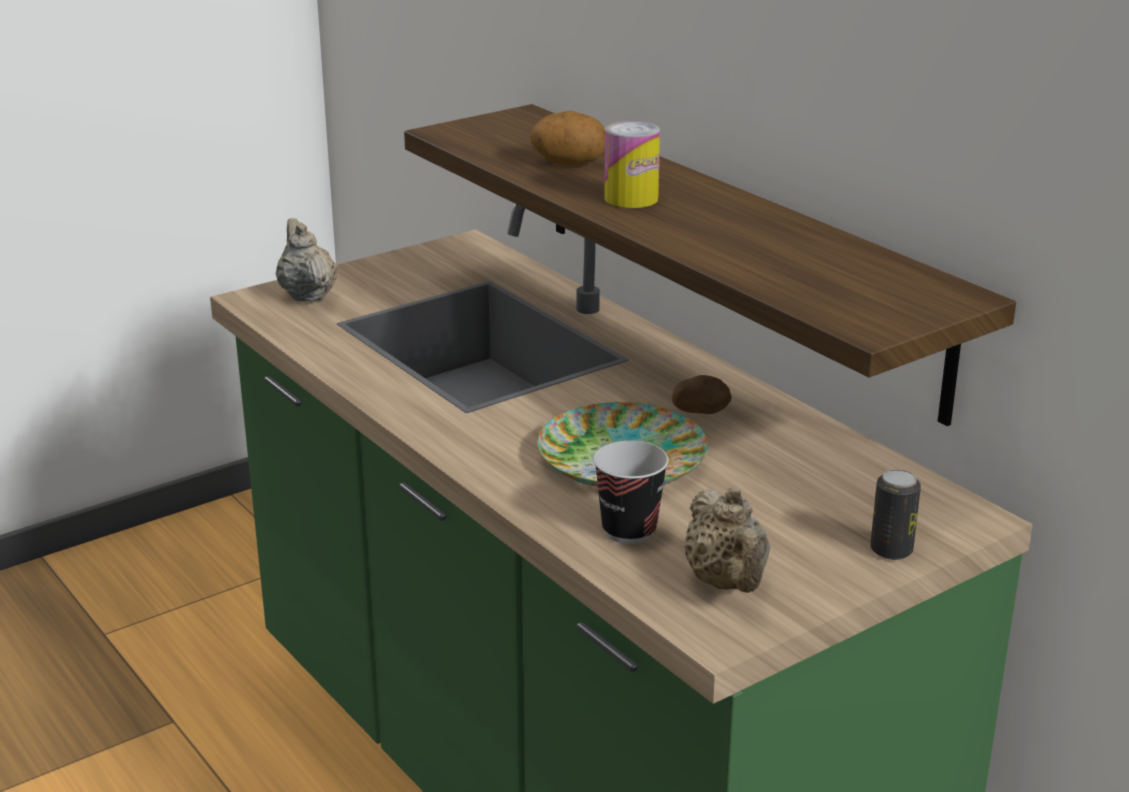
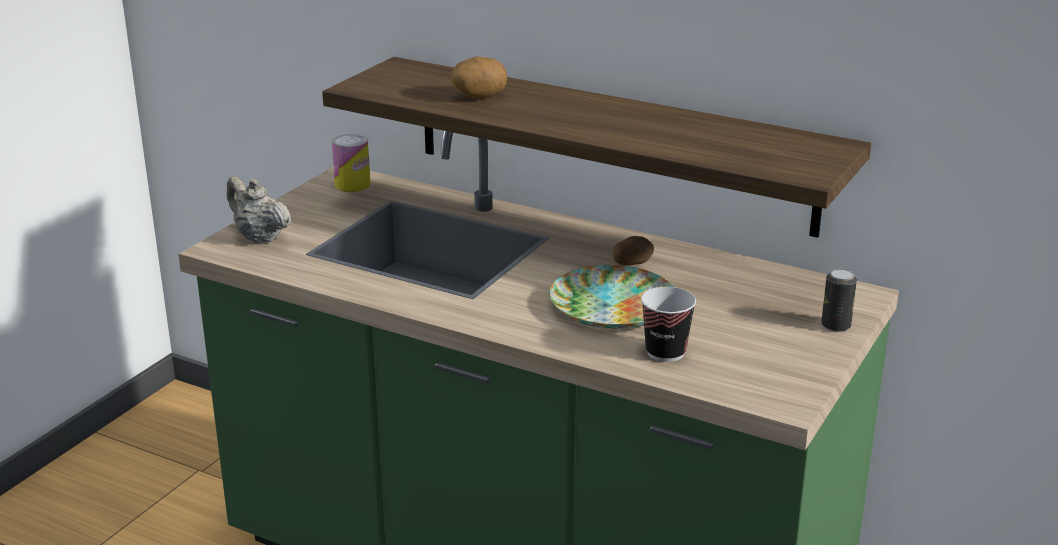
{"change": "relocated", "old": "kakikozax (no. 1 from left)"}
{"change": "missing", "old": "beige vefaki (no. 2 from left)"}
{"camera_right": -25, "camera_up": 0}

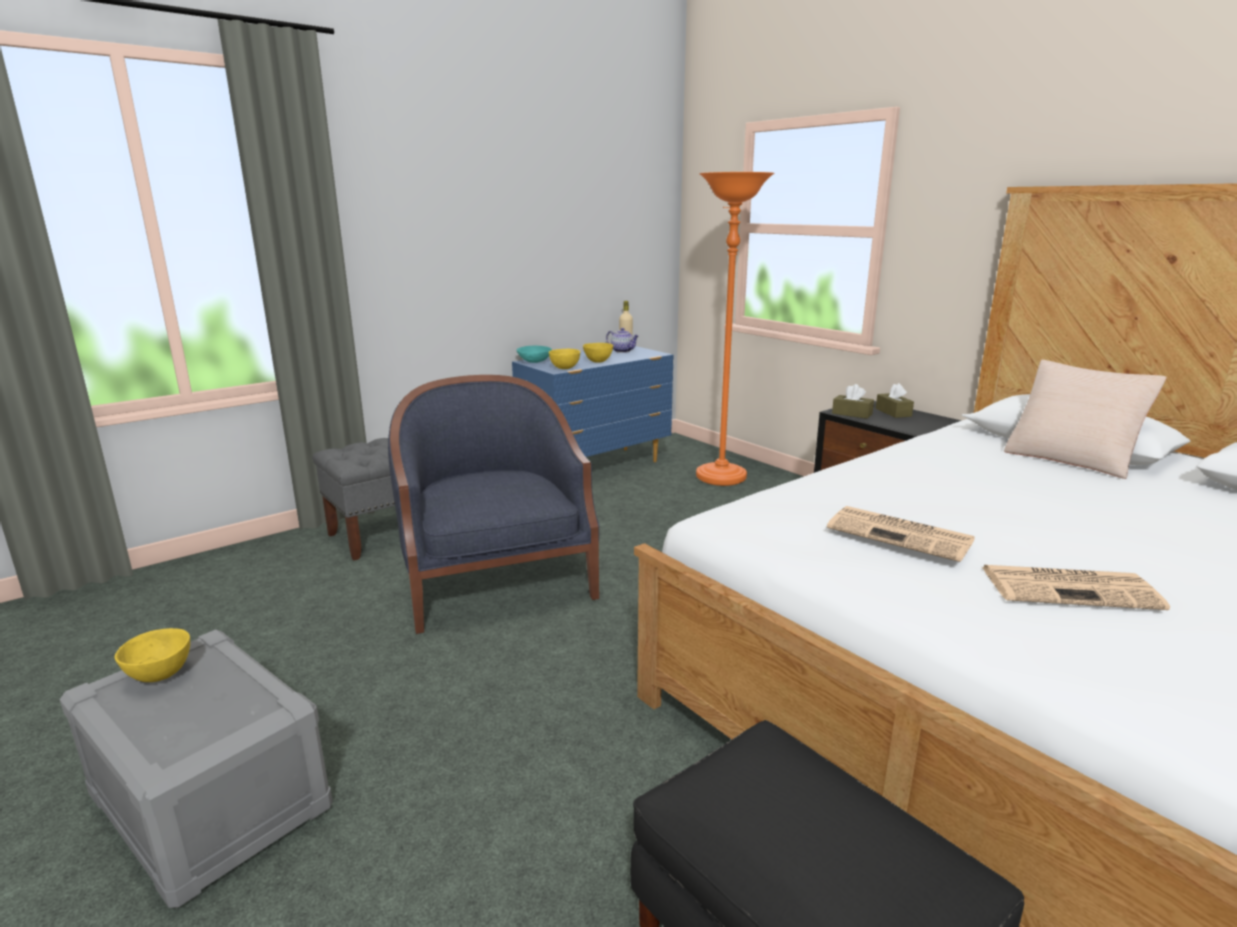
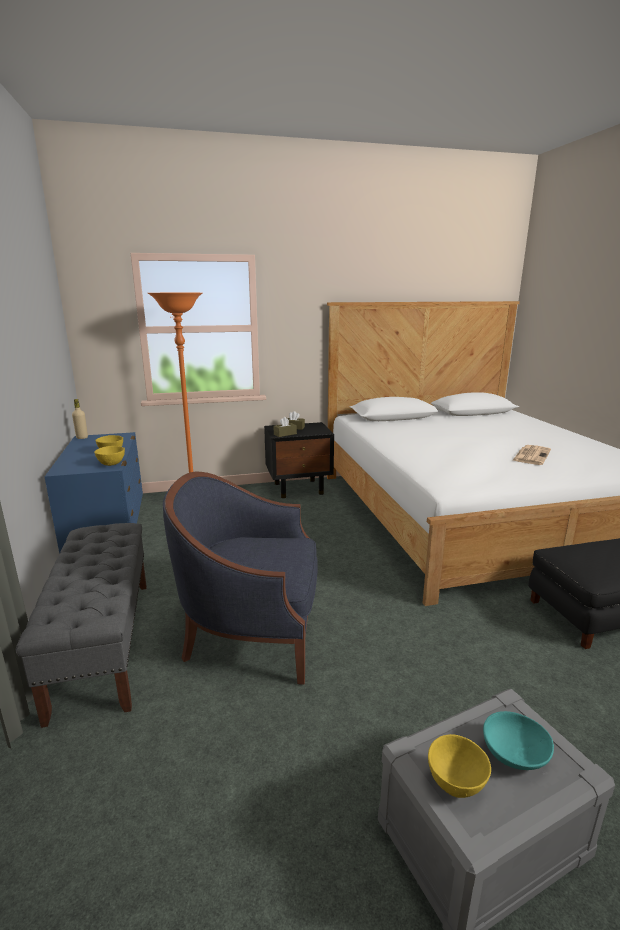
{"change": "relocated", "old": "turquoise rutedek"}
{"change": "missing", "old": "vefaki"}
{"change": "missing", "old": "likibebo (no. 1 from left)"}
{"change": "missing", "old": "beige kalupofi"}
{"camera_right": -65, "camera_up": 0}

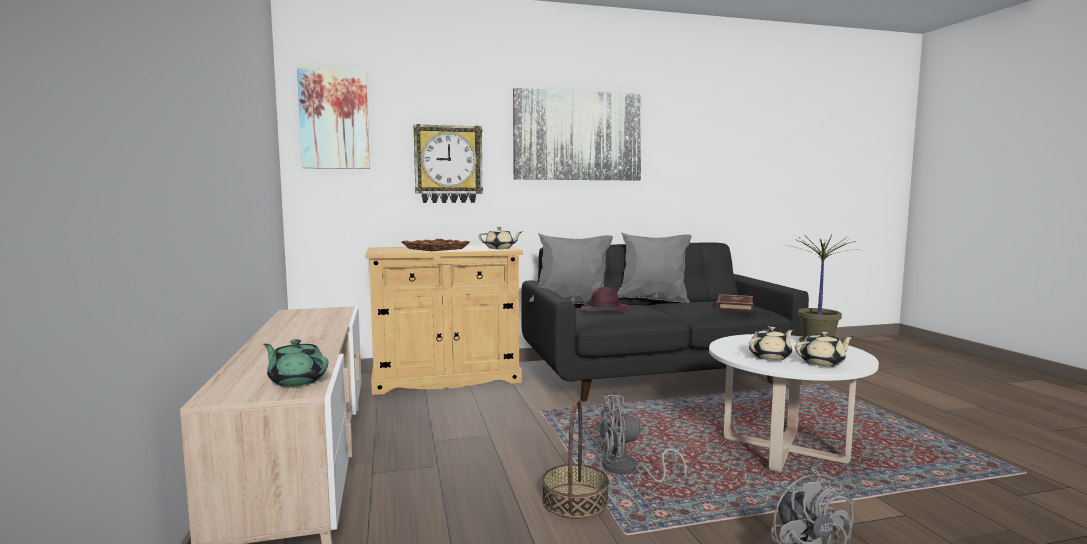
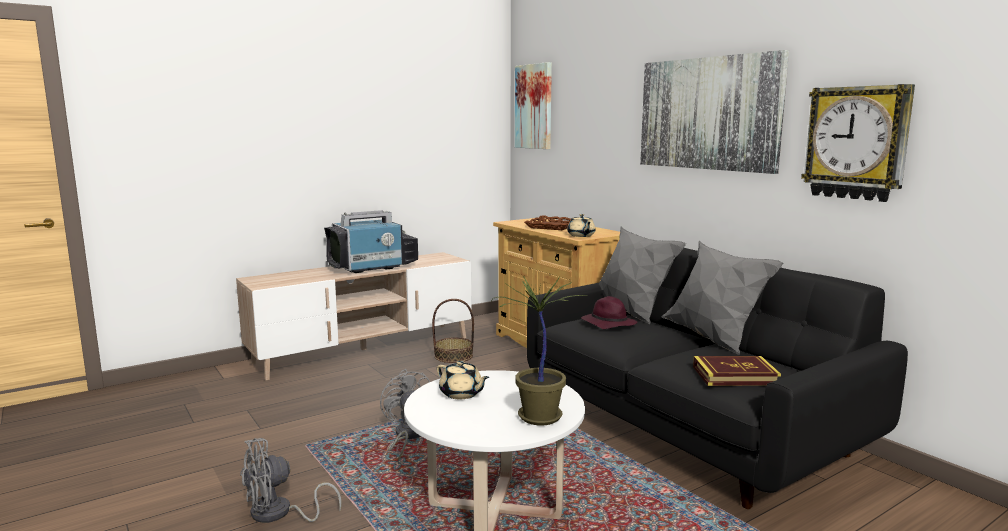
{"change": "appeared", "new": "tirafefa"}
{"change": "relocated", "old": "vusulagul"}
{"change": "relocated", "old": "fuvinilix"}
{"change": "missing", "old": "green vefaki"}
{"change": "missing", "old": "beige vefaki (no. 3 from left)"}
{"camera_right": 70, "camera_up": 5}

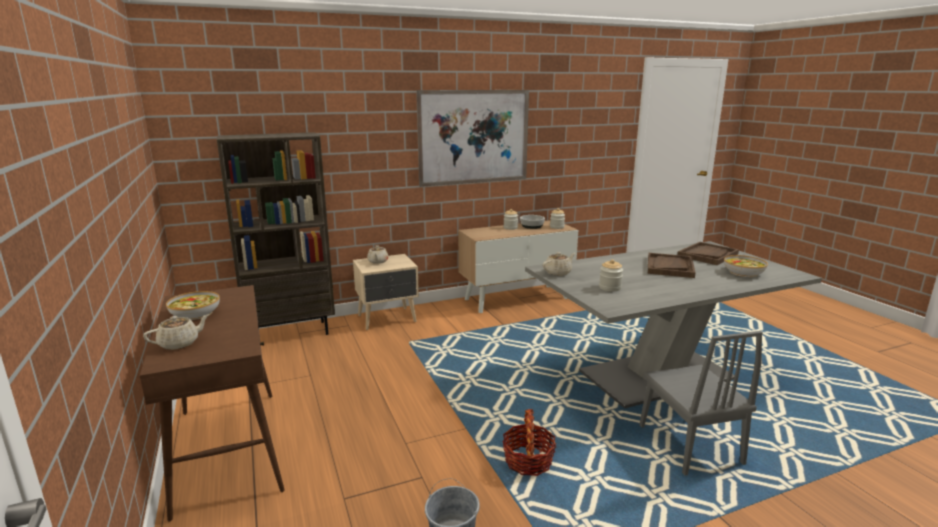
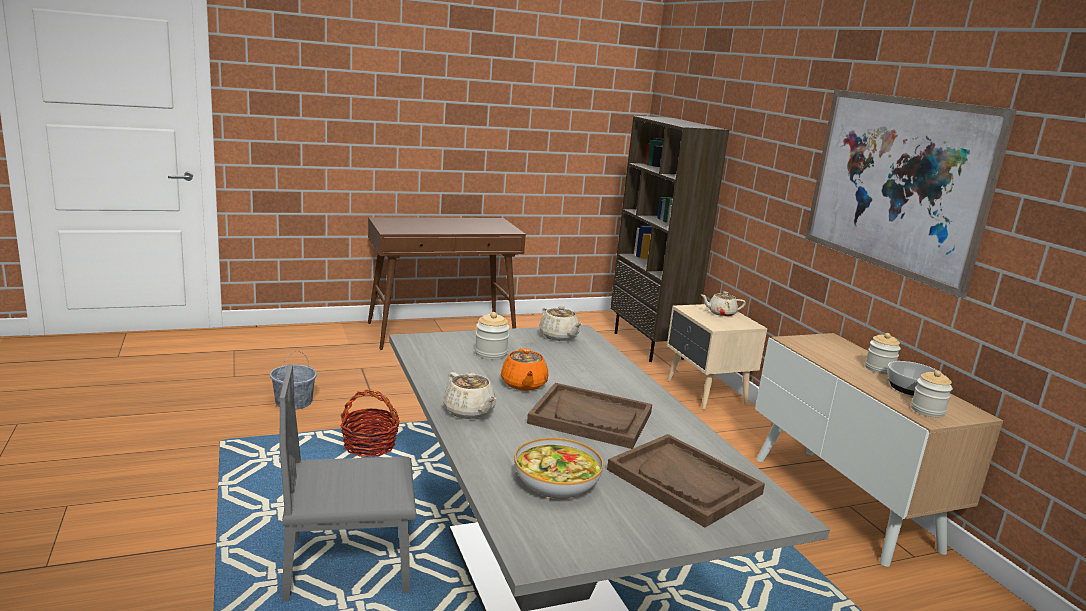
{"change": "relocated", "old": "beige vefaki (no. 1 from left)"}
{"change": "appeared", "new": "orange vefaki"}
{"change": "missing", "old": "rutedek (no. 1 from left)"}
{"camera_right": 90, "camera_up": 0}

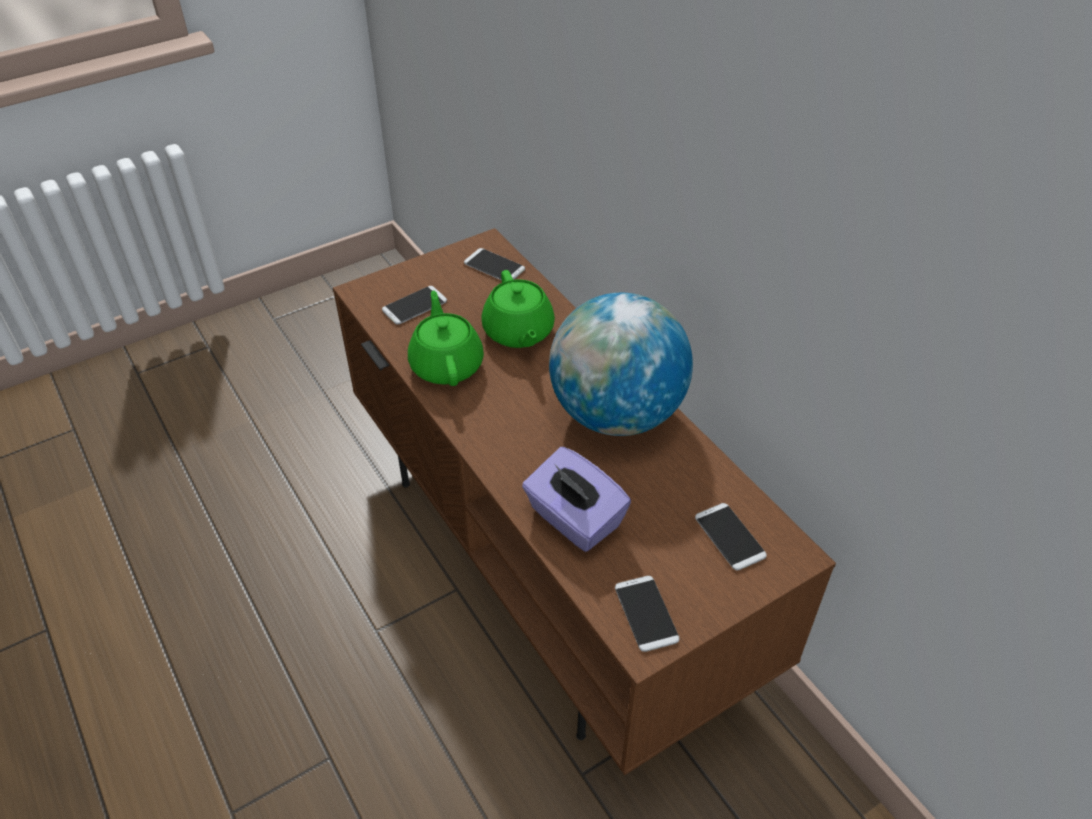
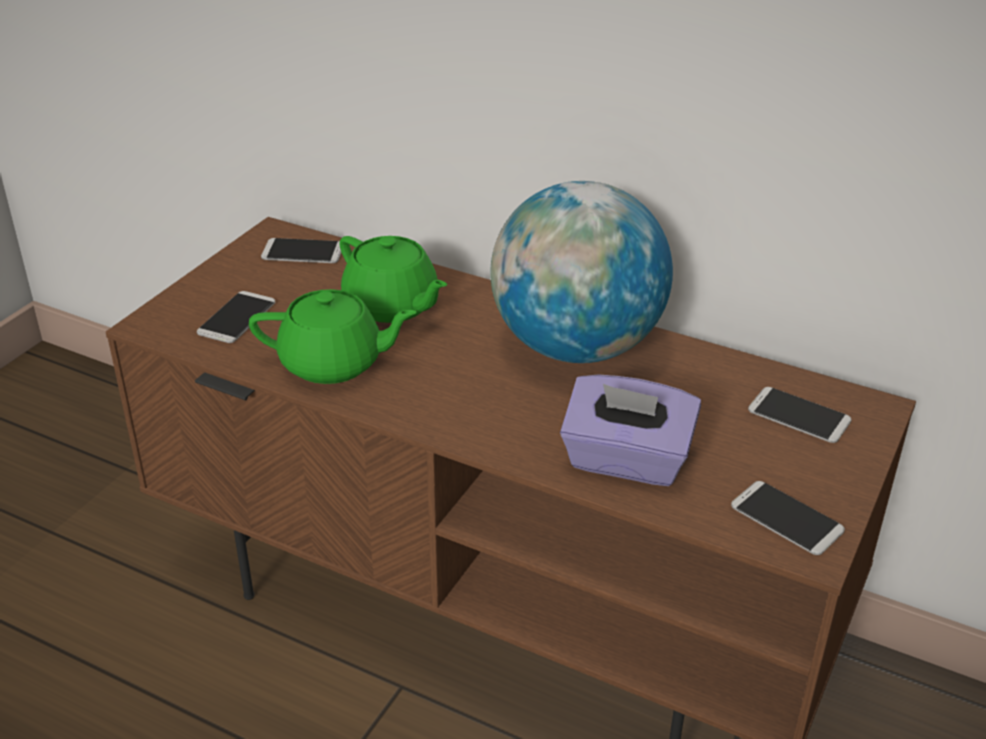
{"change": "spun", "old": "green vefaki (no. 1 from left)", "degrees": 135}
{"camera_right": -30, "camera_up": -10}

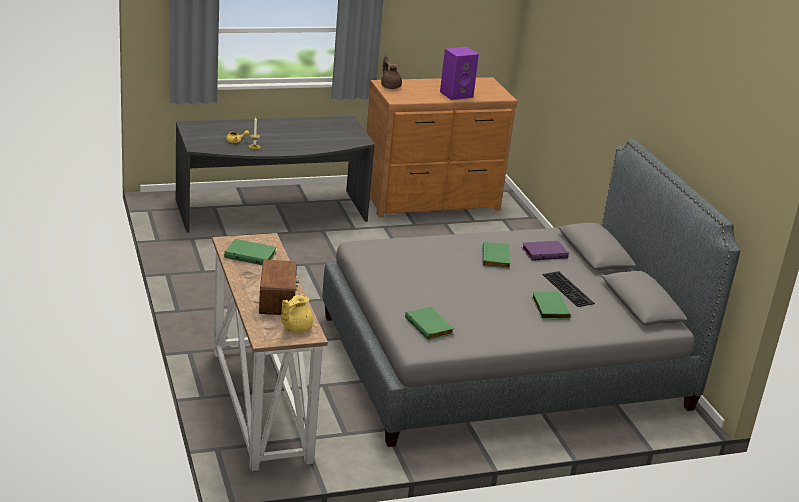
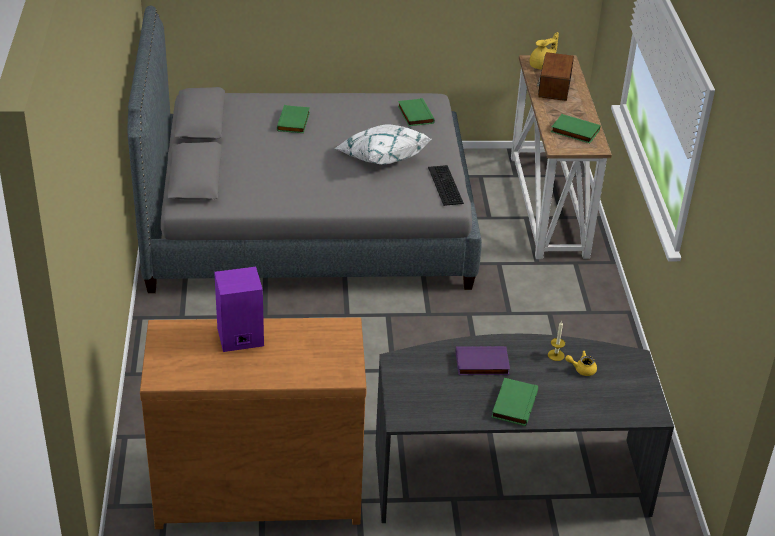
{"change": "appeared", "new": "white kalupofi"}
{"change": "relocated", "old": "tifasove"}
{"change": "relocated", "old": "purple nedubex"}
{"change": "relocated", "old": "green nedubex (no. 3 from left)"}
{"change": "missing", "old": "brown vefaki"}
{"camera_right": -165, "camera_up": 10}

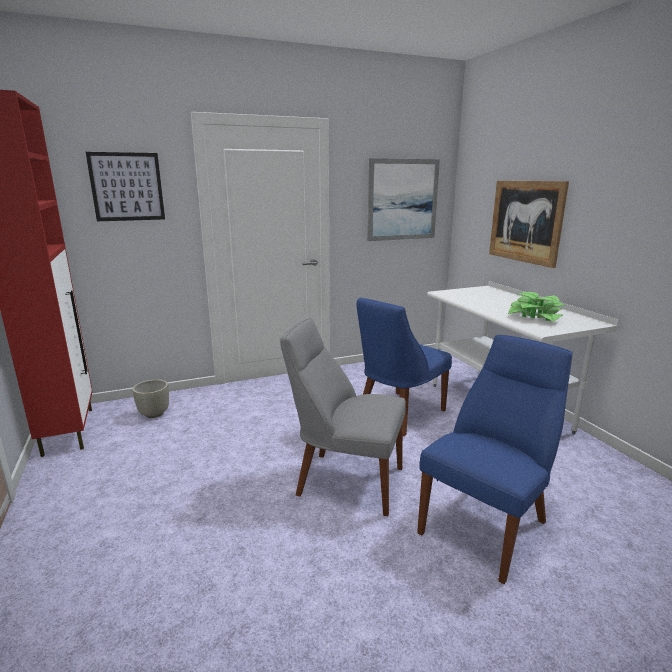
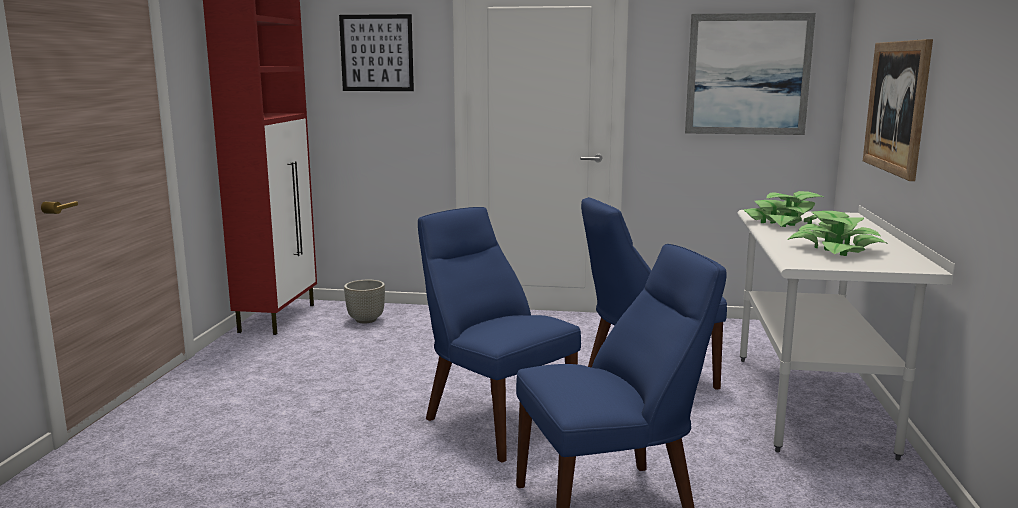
{"change": "colour", "old": "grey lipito", "new": "blue lipito (no. 1 from left)"}
{"change": "appeared", "new": "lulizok (no. 1 from left)"}
{"camera_right": 30, "camera_up": -5}

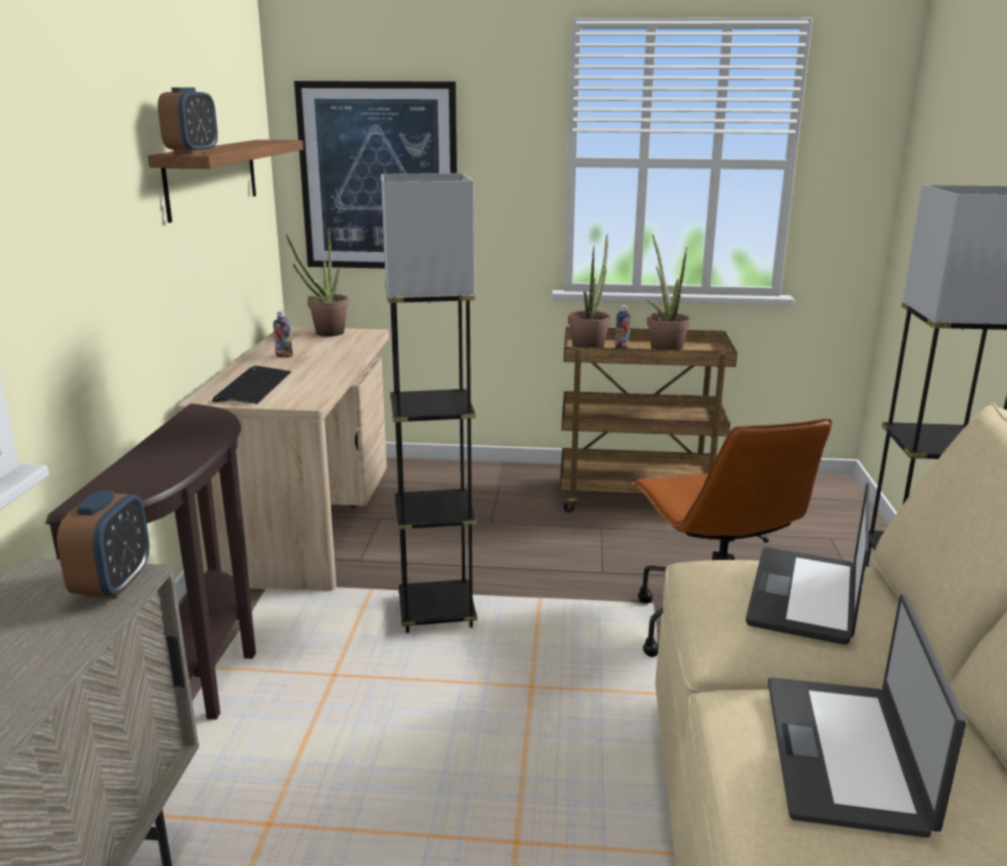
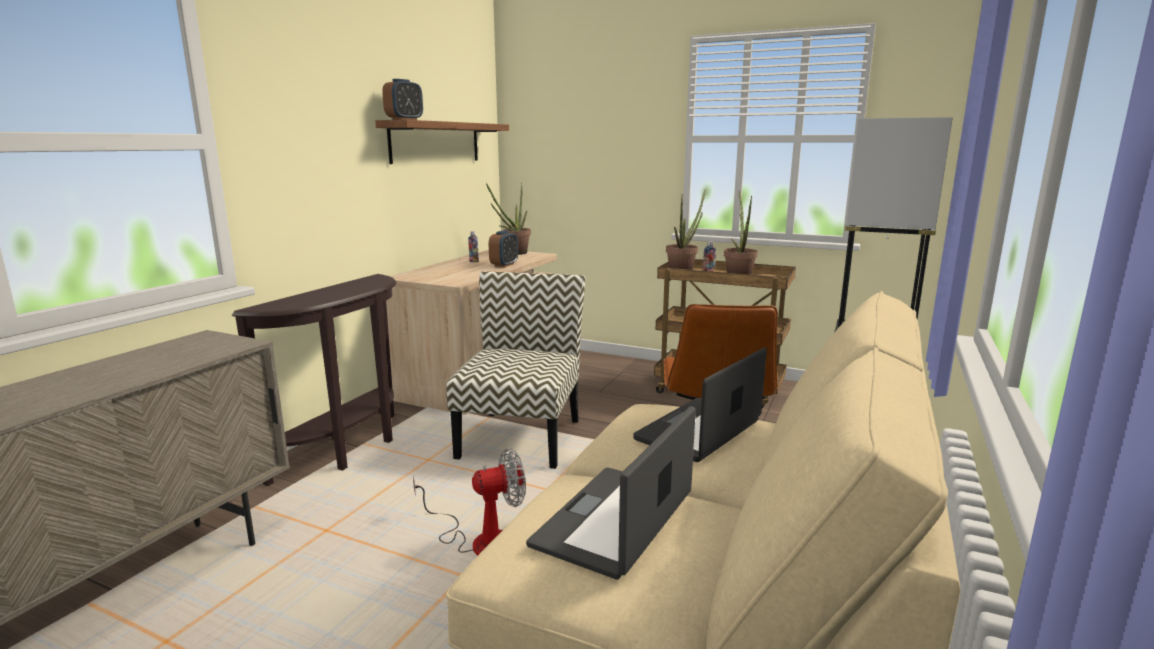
{"change": "appeared", "new": "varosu"}
{"change": "exchanged", "old": "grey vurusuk (no. 1 from left)", "new": "lipito"}
{"change": "relocated", "old": "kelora (no. 1 from left in the first image)", "new": "kelora (no. 2 from left)"}
{"change": "missing", "old": "tifasove"}
{"change": "missing", "old": "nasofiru"}
{"camera_right": 20, "camera_up": -5}

